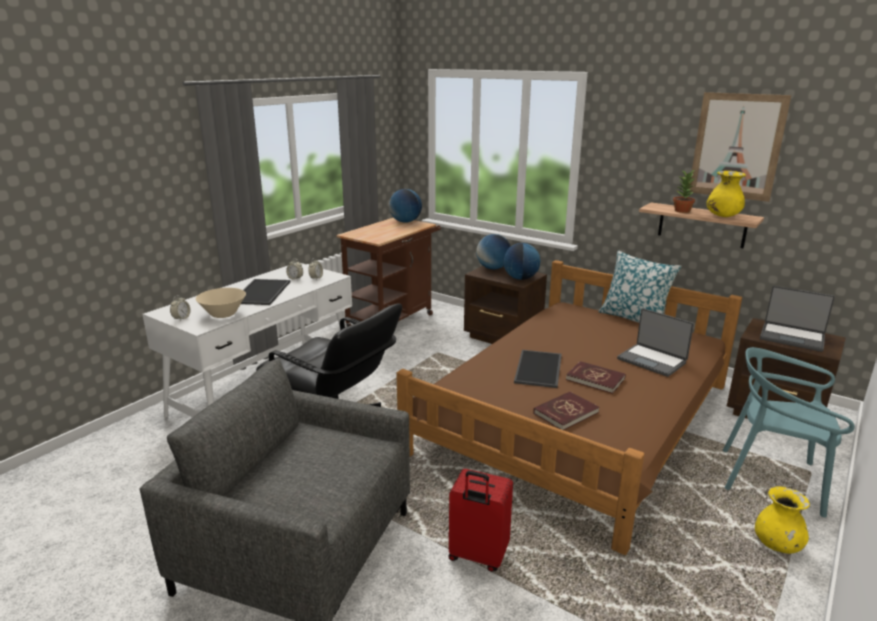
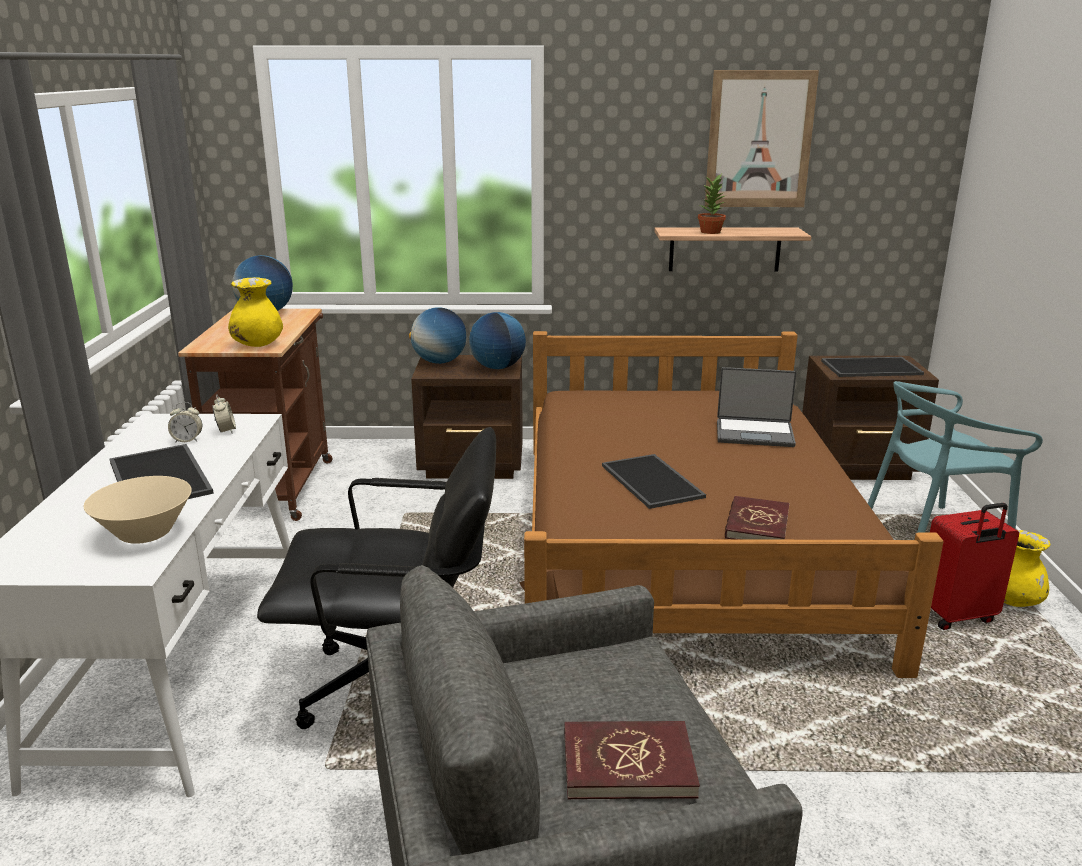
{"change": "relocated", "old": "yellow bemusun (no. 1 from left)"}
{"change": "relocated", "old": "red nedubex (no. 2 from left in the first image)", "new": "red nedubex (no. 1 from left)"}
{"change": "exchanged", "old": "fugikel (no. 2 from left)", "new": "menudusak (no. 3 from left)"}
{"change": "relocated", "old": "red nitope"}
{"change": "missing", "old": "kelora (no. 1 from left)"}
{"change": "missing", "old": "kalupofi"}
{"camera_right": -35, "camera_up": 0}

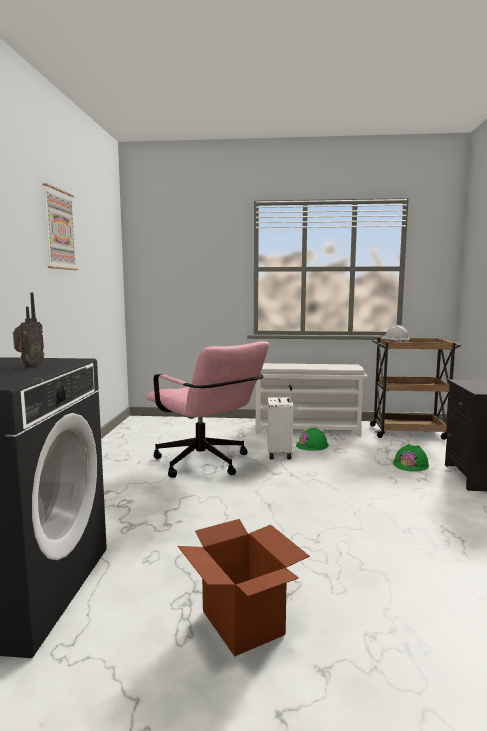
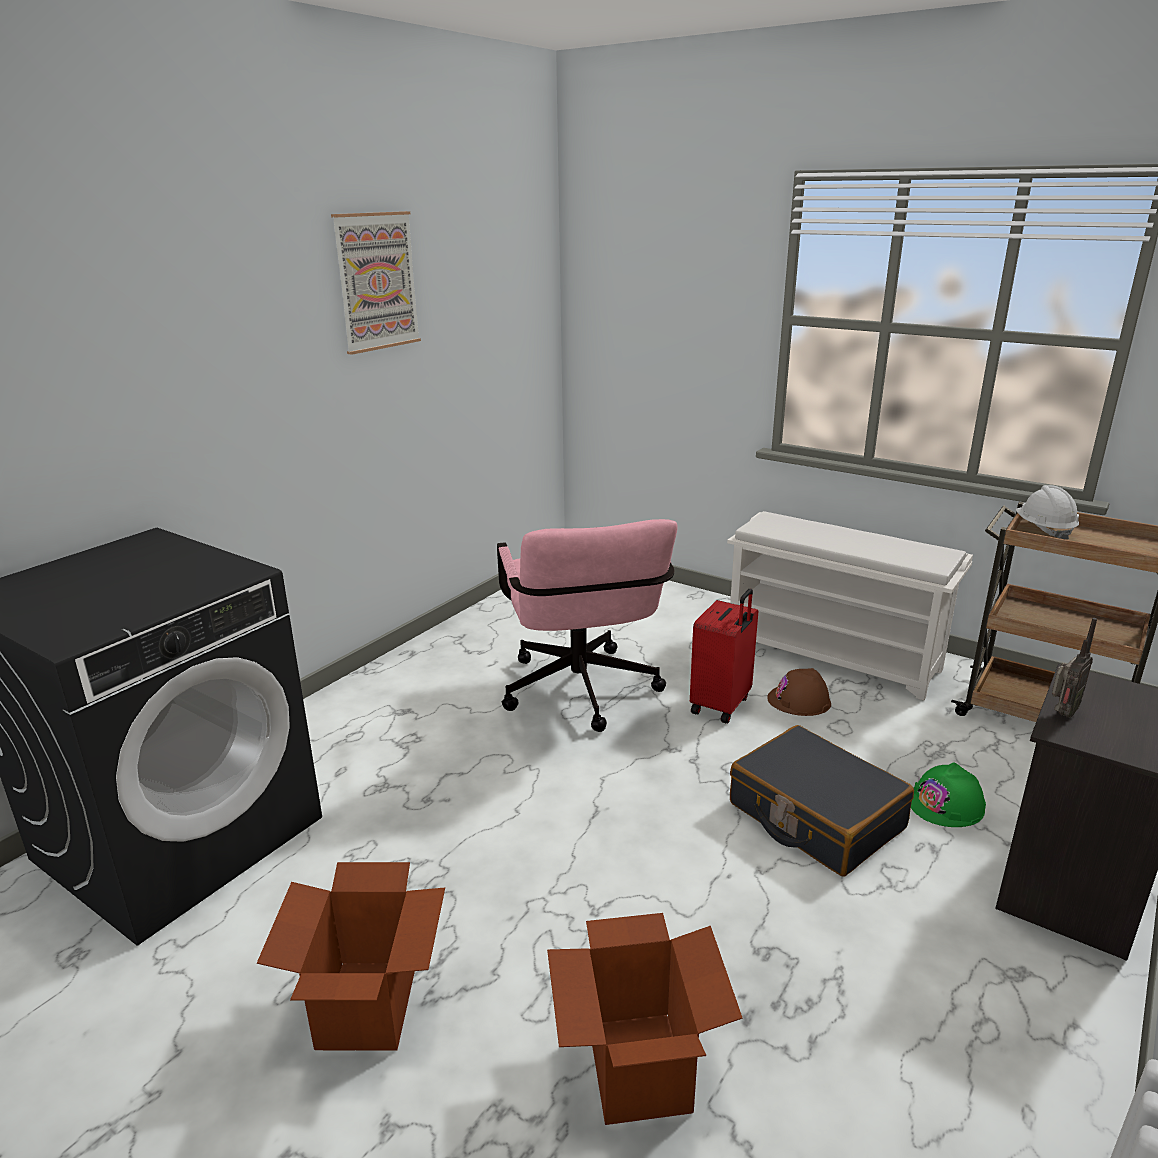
{"change": "appeared", "new": "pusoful (no. 2 from left)"}
{"change": "colour", "old": "white nitope", "new": "red nitope"}
{"change": "appeared", "new": "black nitope"}
{"change": "colour", "old": "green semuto (no. 1 from left)", "new": "brown semuto"}
{"change": "relocated", "old": "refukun"}
{"camera_right": 30, "camera_up": 15}

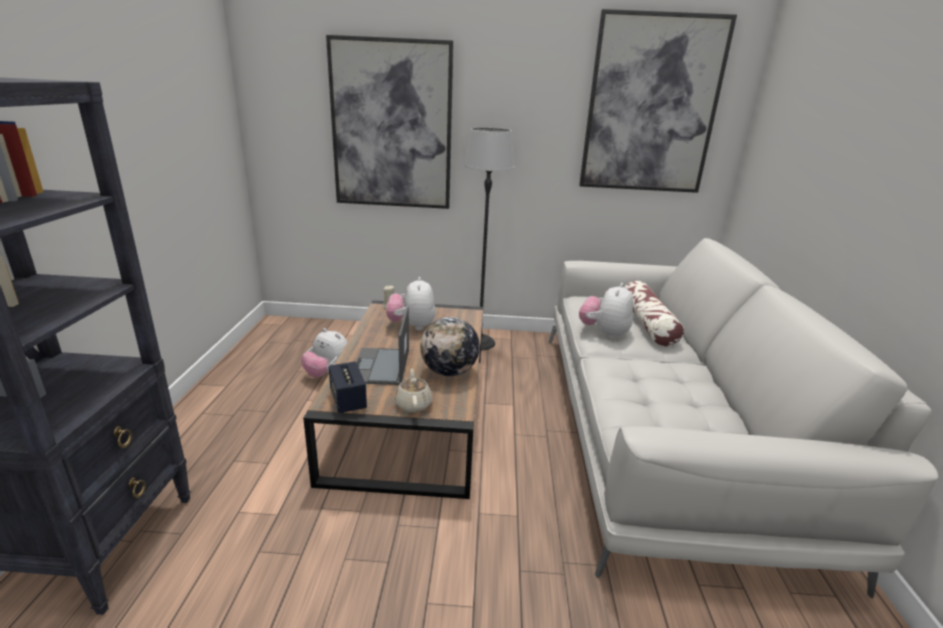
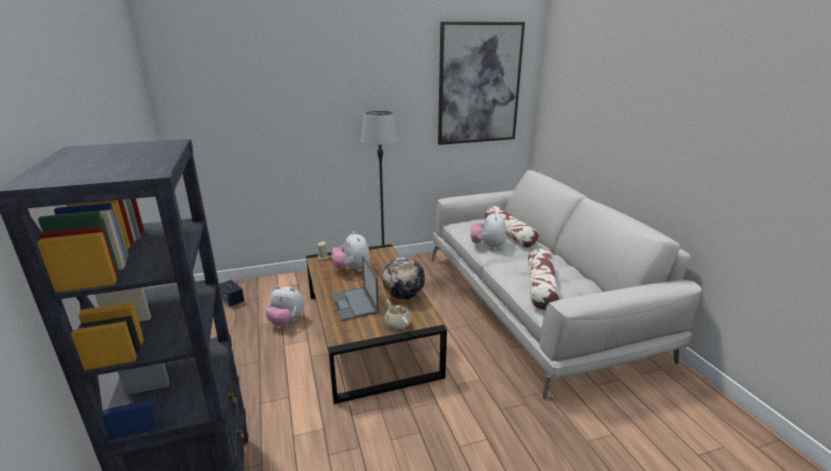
{"change": "relocated", "old": "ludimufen"}
{"change": "appeared", "new": "kalupofi (no. 2 from left)"}
{"change": "missing", "old": "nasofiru (no. 1 from left)"}
{"camera_right": -20, "camera_up": 0}

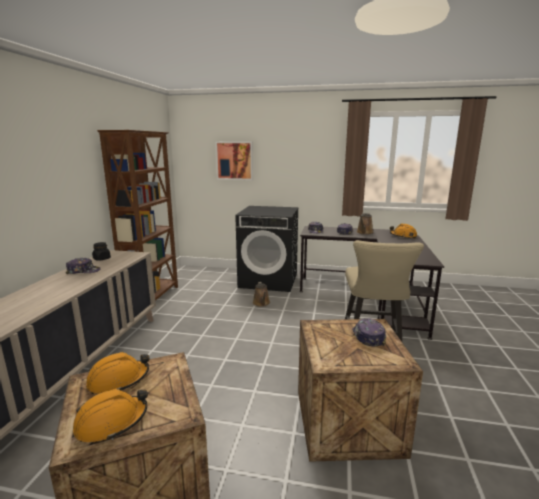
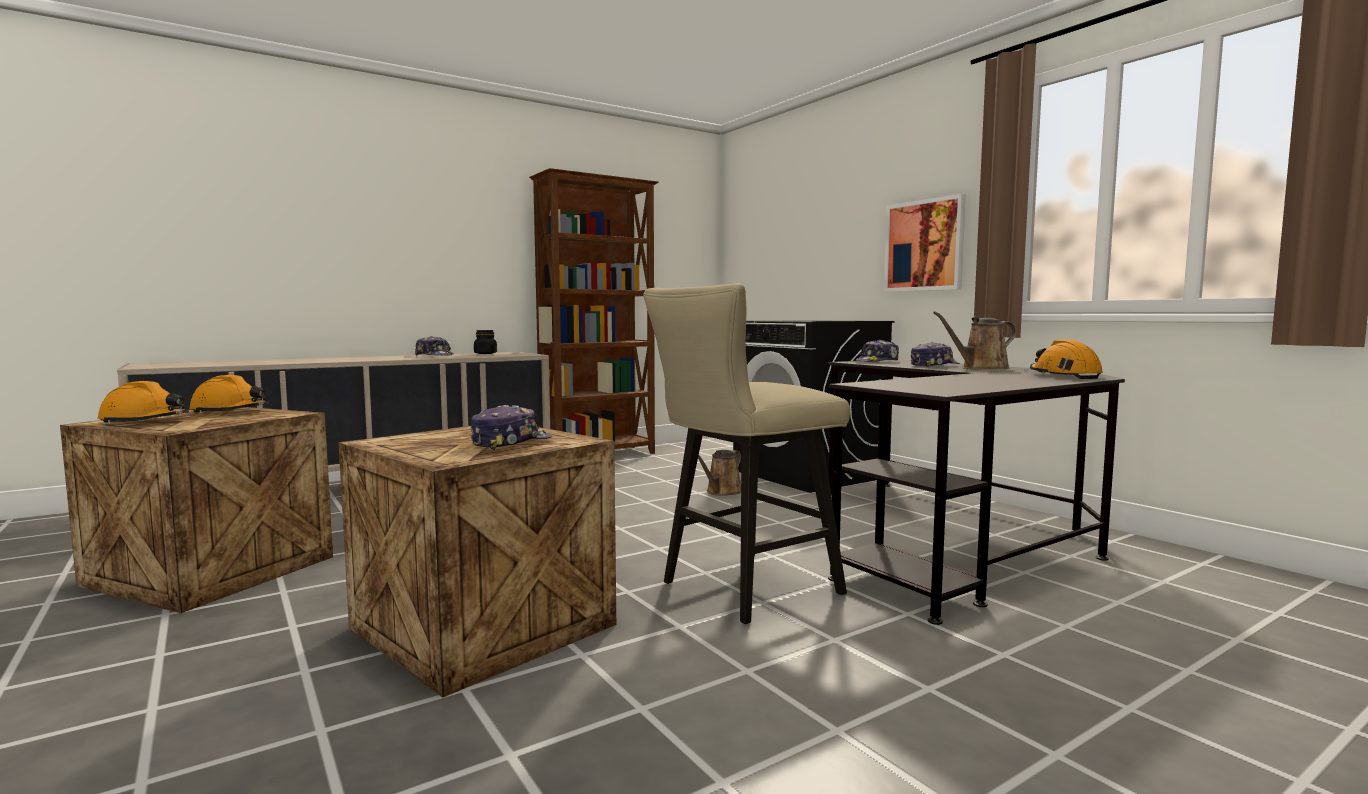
{"change": "relocated", "old": "nasofiru"}
{"camera_right": 45, "camera_up": -10}

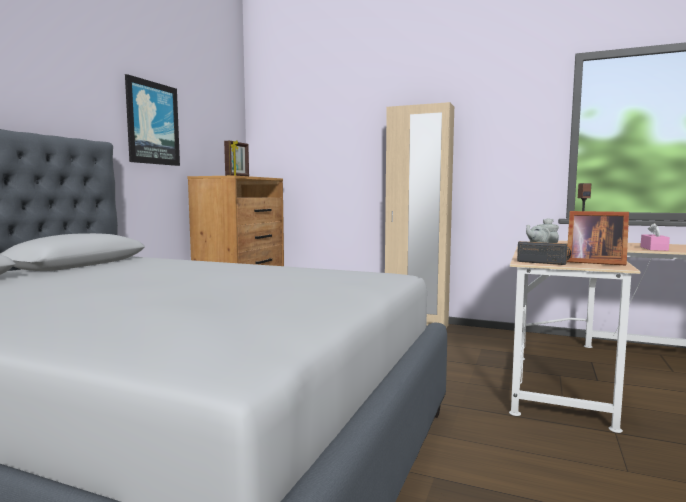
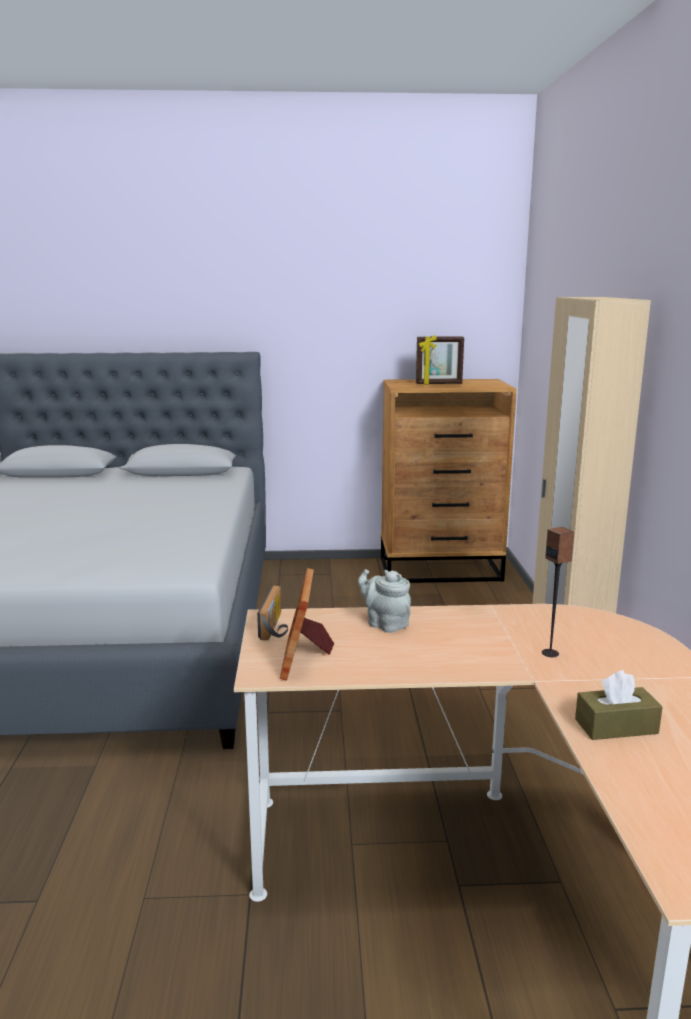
{"change": "colour", "old": "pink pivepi", "new": "brown pivepi"}
{"change": "missing", "old": "nasofiru"}
{"camera_right": 65, "camera_up": 10}

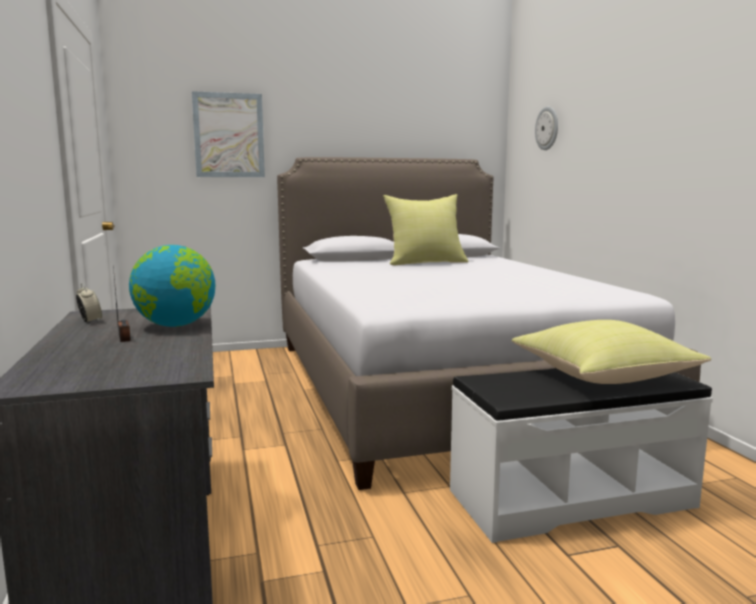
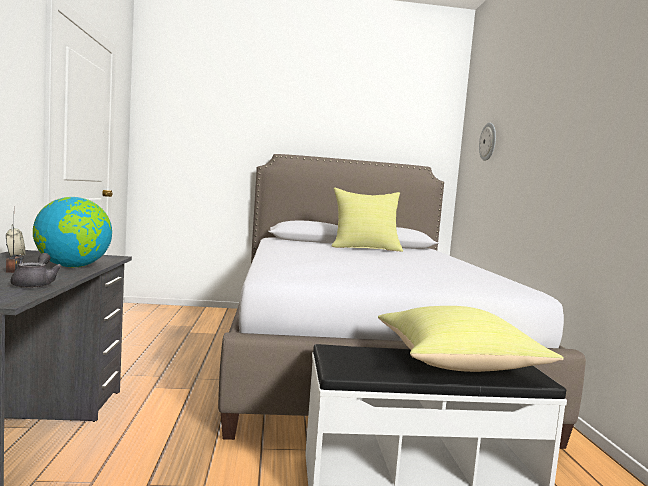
{"change": "appeared", "new": "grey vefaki"}
{"change": "missing", "old": "nasofiru"}
{"camera_right": 10, "camera_up": -5}

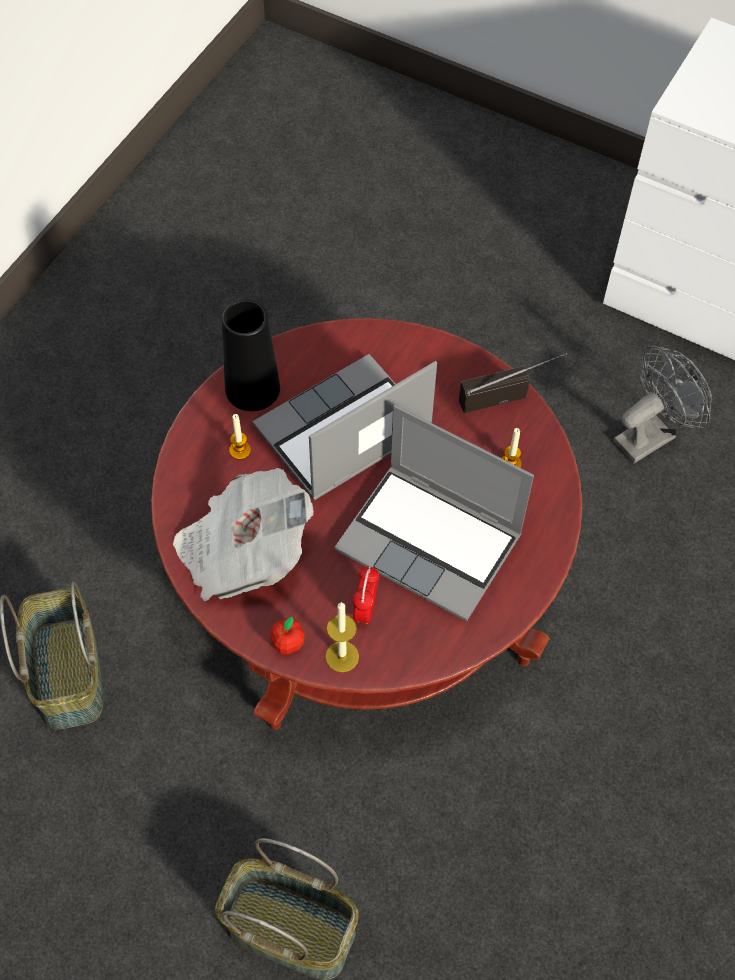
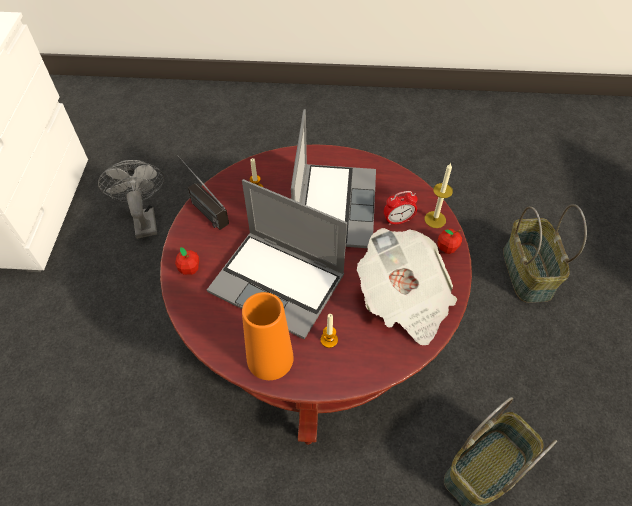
{"change": "spun", "old": "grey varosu", "degrees": 45}
{"change": "appeared", "new": "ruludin (no. 1 from left)"}
{"change": "colour", "old": "black bemusun", "new": "orange bemusun"}
{"camera_right": -115, "camera_up": -5}

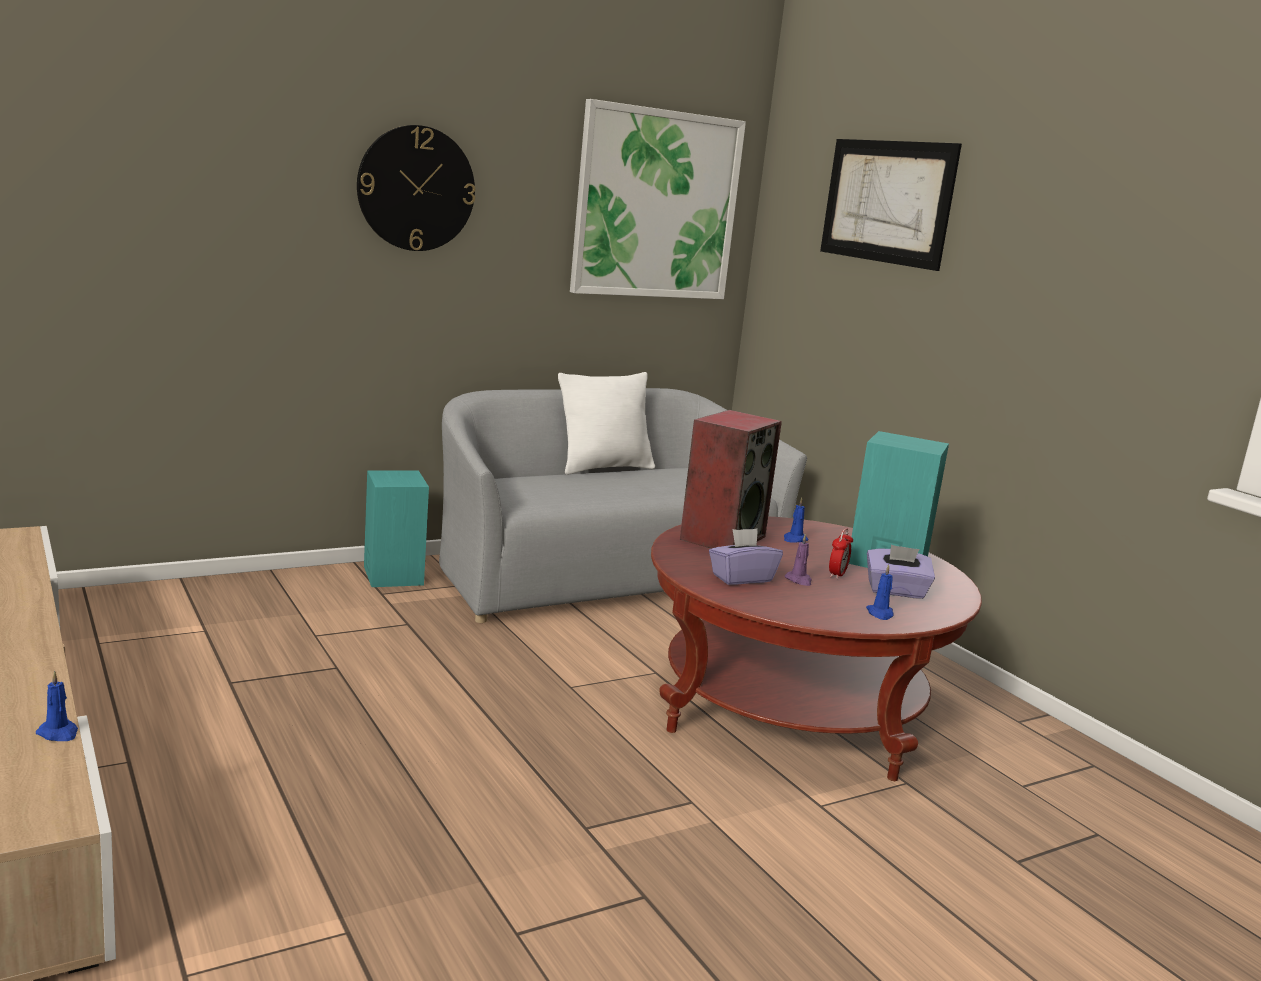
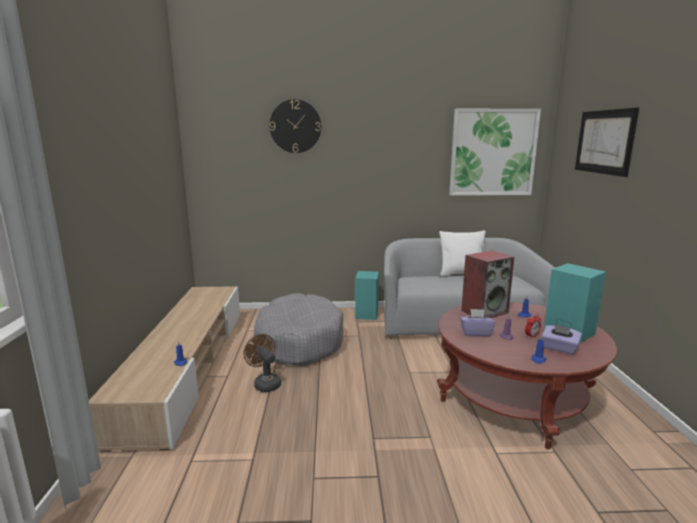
{"change": "appeared", "new": "brown varosu"}
{"change": "appeared", "new": "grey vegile"}
{"change": "relocated", "old": "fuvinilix"}
{"camera_right": 30, "camera_up": 0}

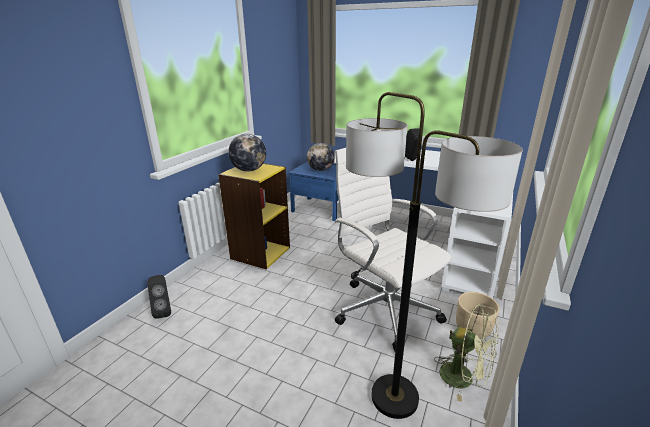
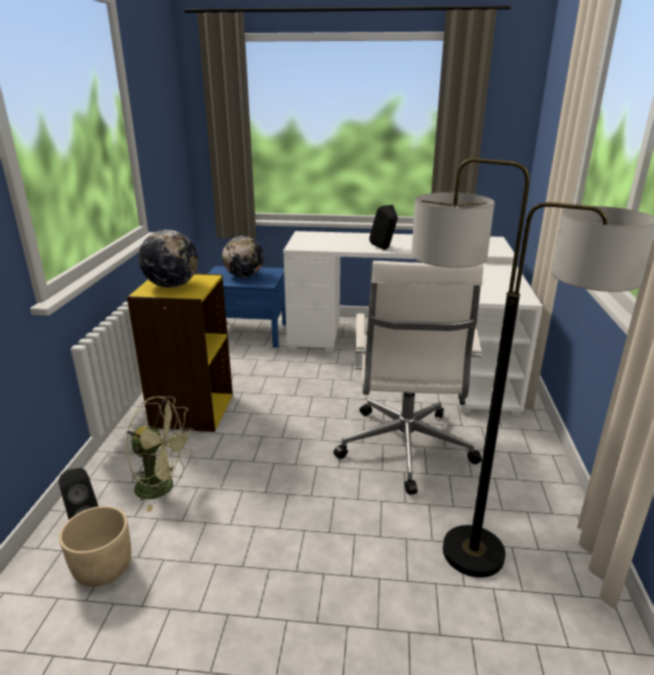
{"change": "relocated", "old": "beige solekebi"}
{"change": "relocated", "old": "green varosu"}
{"change": "spun", "old": "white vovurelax", "degrees": -120}
{"camera_right": -20, "camera_up": 0}

